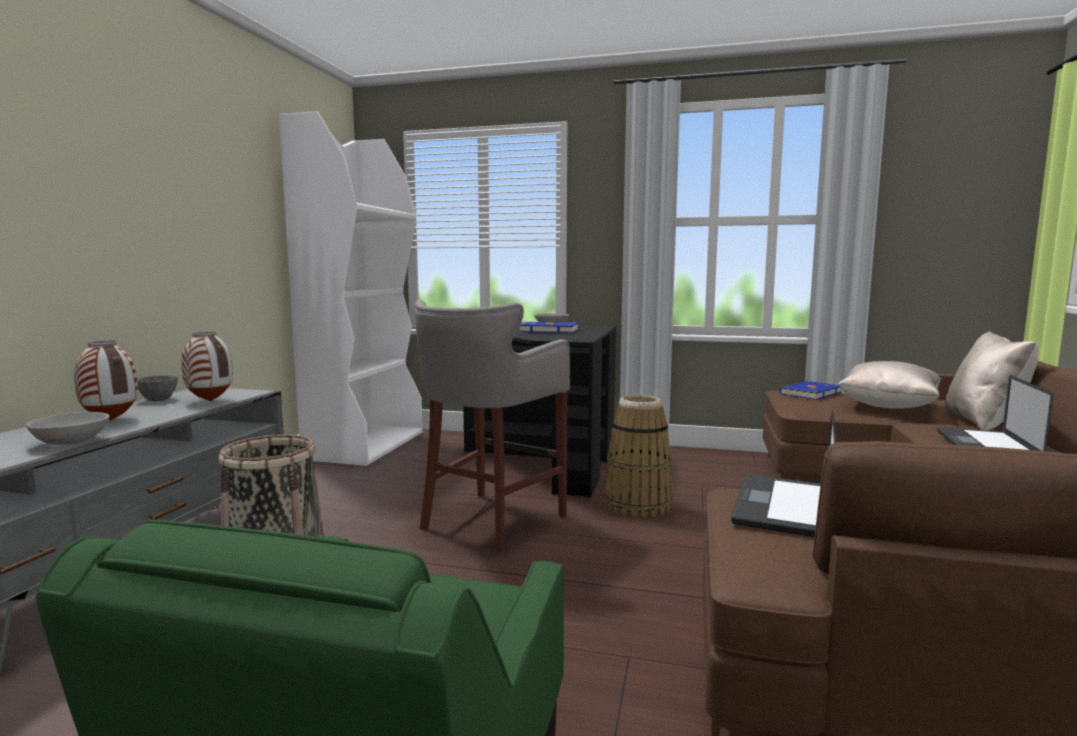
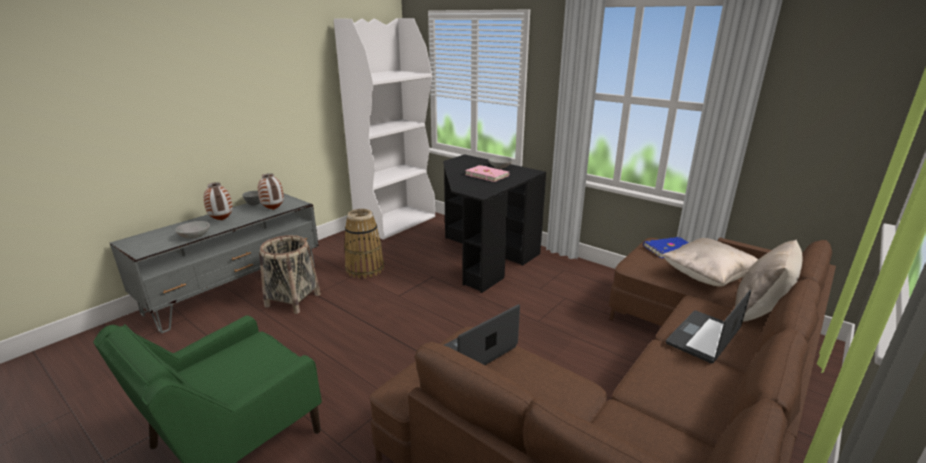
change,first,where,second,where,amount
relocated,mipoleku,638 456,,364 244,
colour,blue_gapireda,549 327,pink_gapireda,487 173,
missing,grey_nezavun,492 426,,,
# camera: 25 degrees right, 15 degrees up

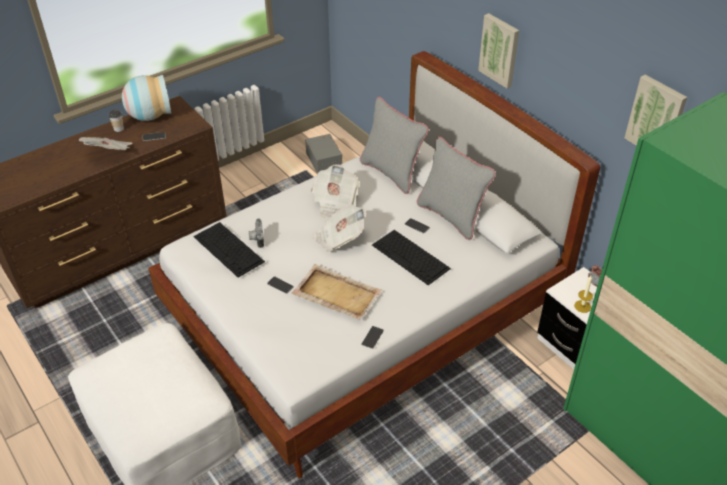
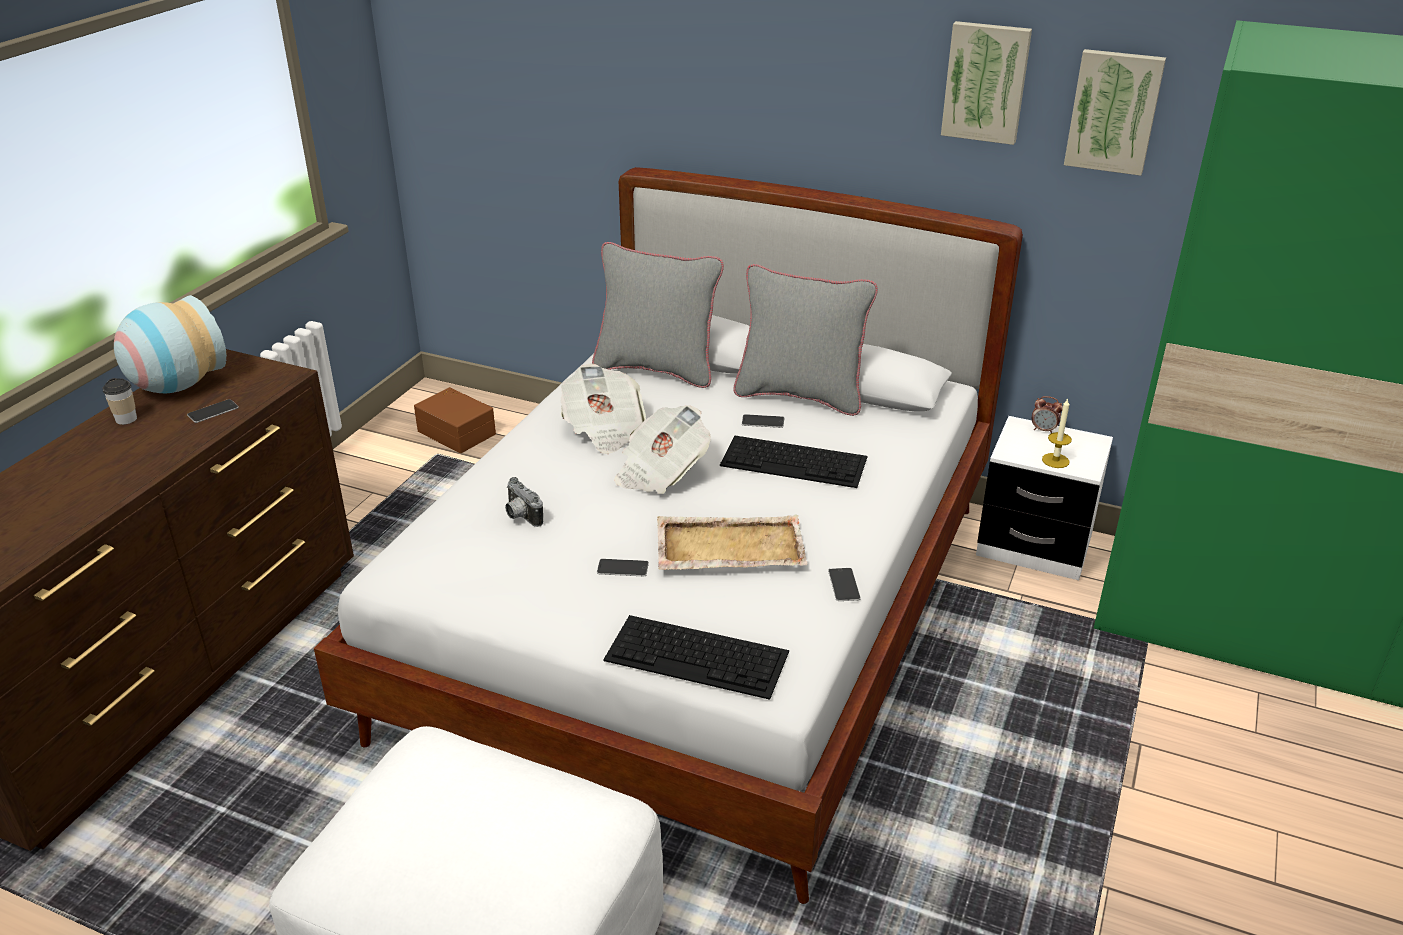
change,first,where,second,where,amount
colour,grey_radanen,323 154,brown_radanen,455 420,
relocated,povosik,229 250,,696 657,
relocated,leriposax,498 51,,986 83,
missing,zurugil,105 143,,,
# camera: 30 degrees left, 10 degrees down

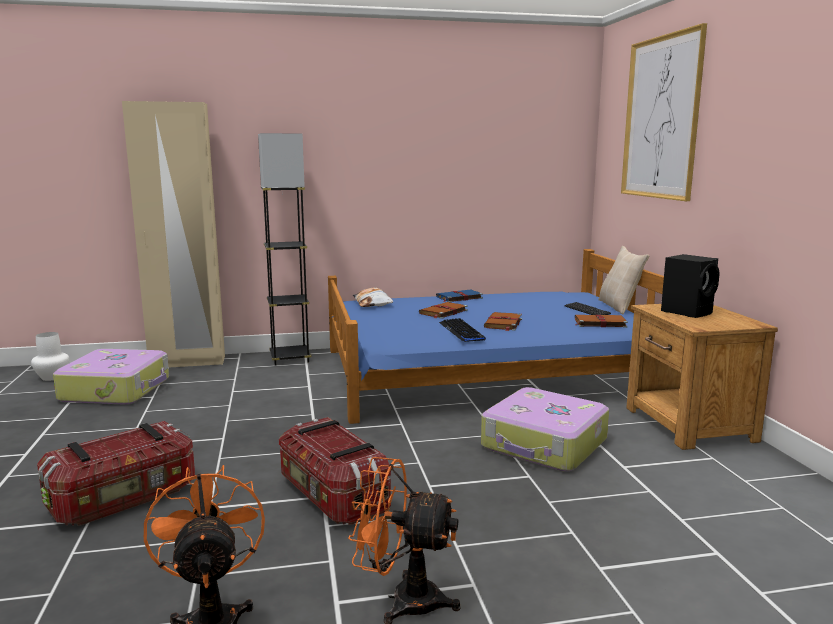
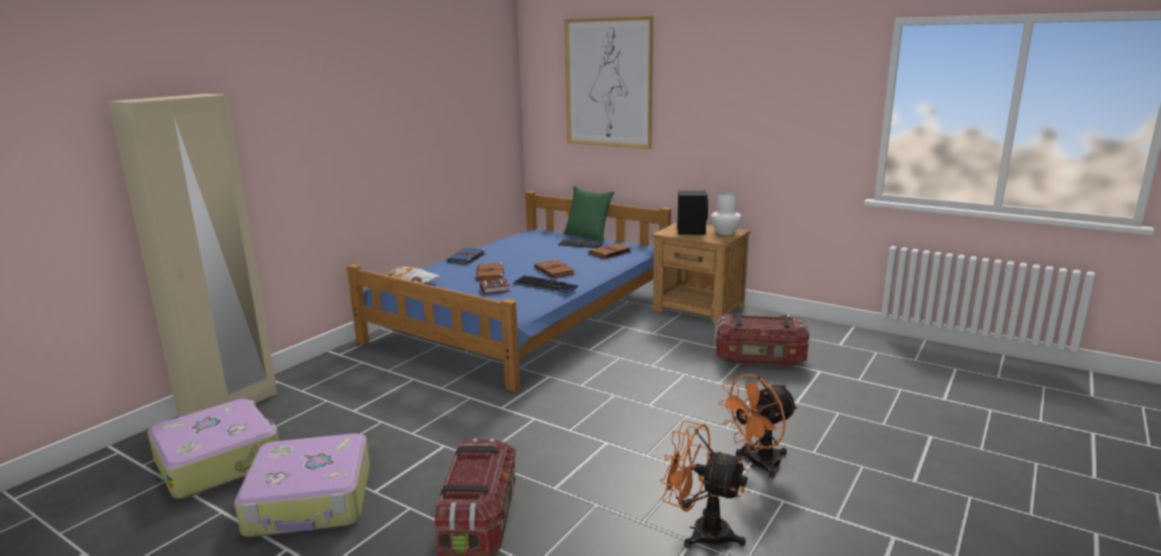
change,first,where,second,where,amount
relocated,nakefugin,545 429,,302 485,
appeared,,,gapireda,495 286,
colour,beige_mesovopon,624 280,green_mesovopon,589 214,
relocated,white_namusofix,50 356,,726 213,
relocated,radanen,335 471,,762 339,
missing,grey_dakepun,284 249,,,
# camera: 45 degrees left, 5 degrees up

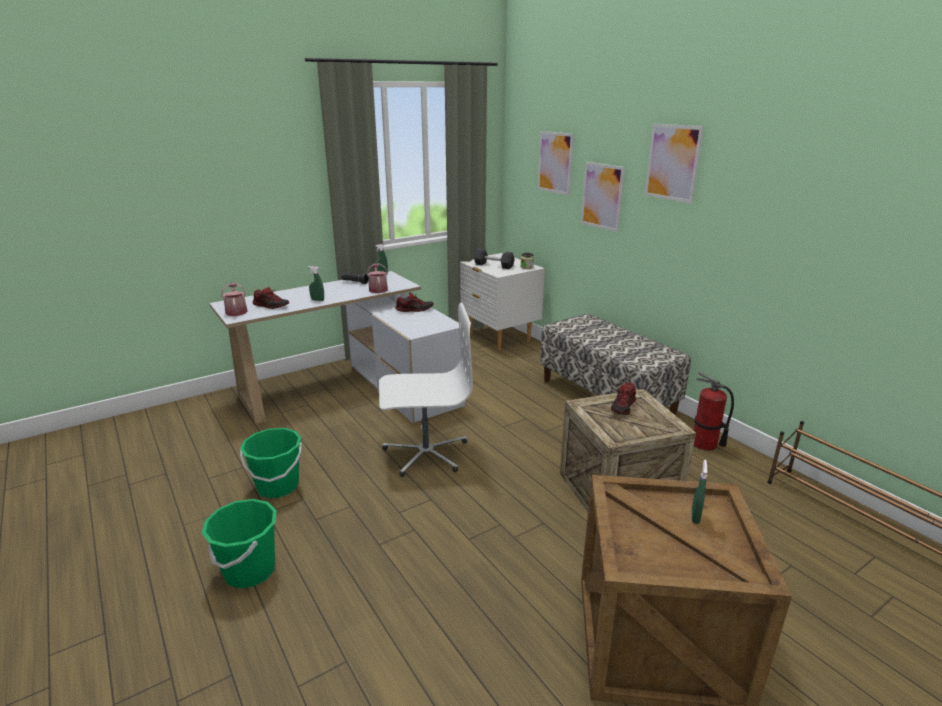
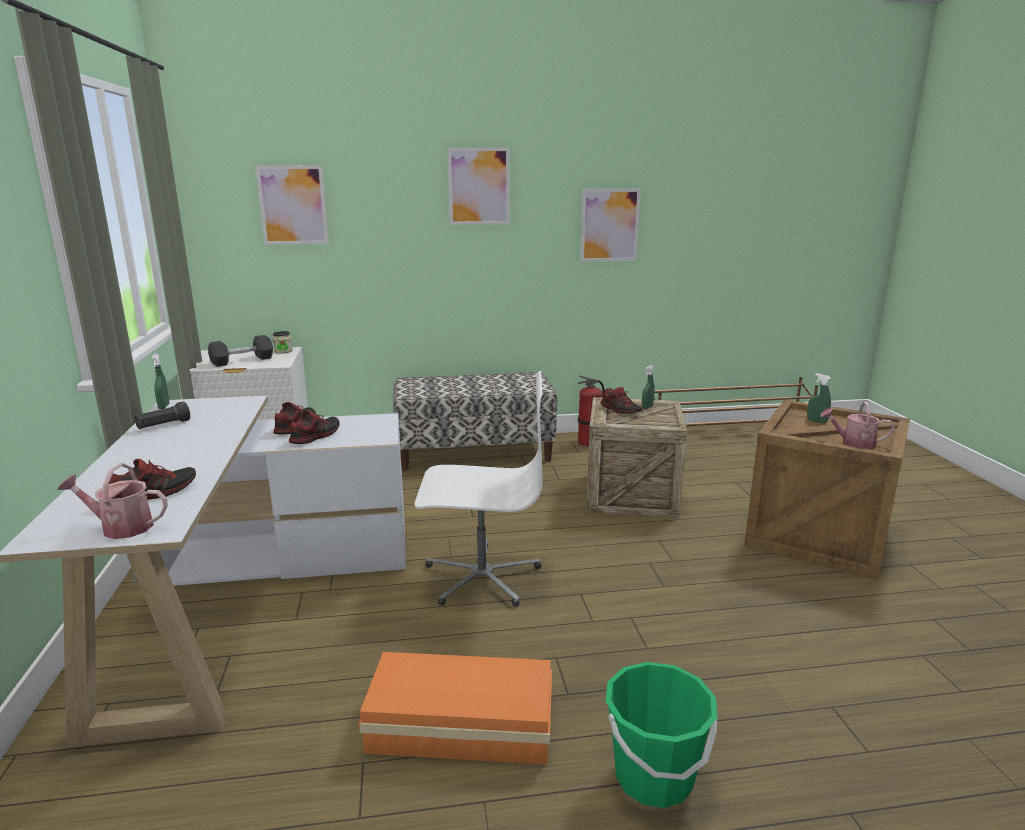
change,first,where,second,where,amount
appeared,,,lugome,314 427,
exchanged,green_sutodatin,271 463,orange_radanen,455 708,
spun,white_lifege,426 390,,478 489,75 degrees clockwise
relocated,leriposax,603 197,,610 225,
relocated,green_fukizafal,316 283,,648 387,
relocated,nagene,377 278,,857 425,
# camera: 65 degrees left, 5 degrees down

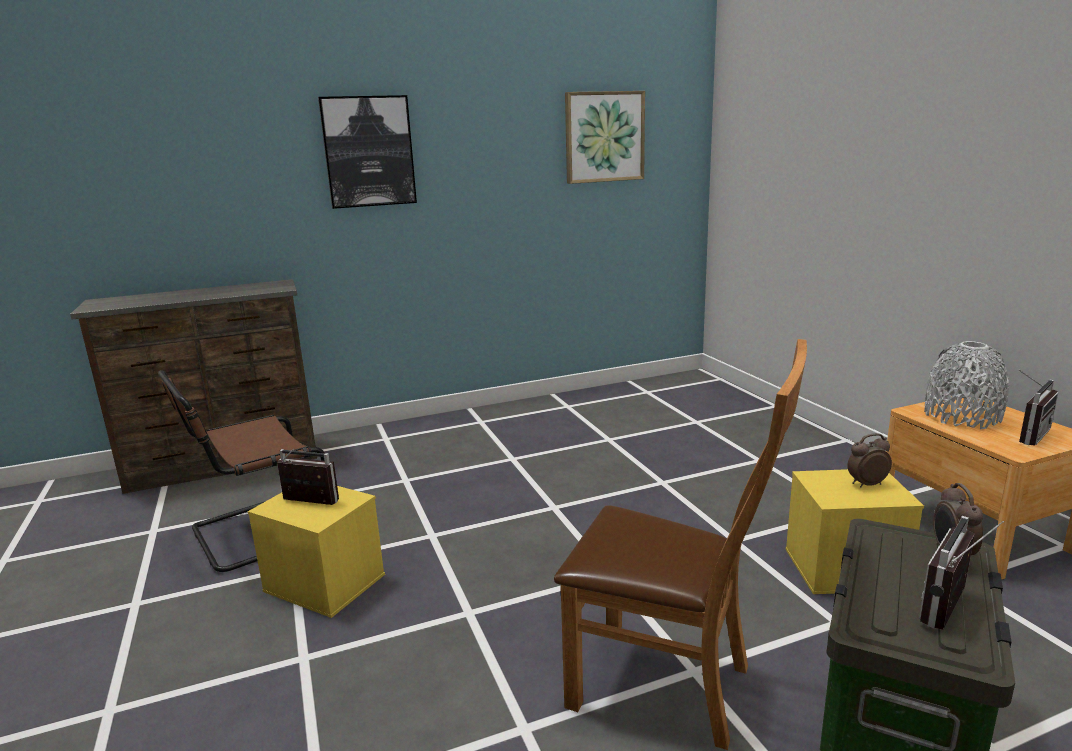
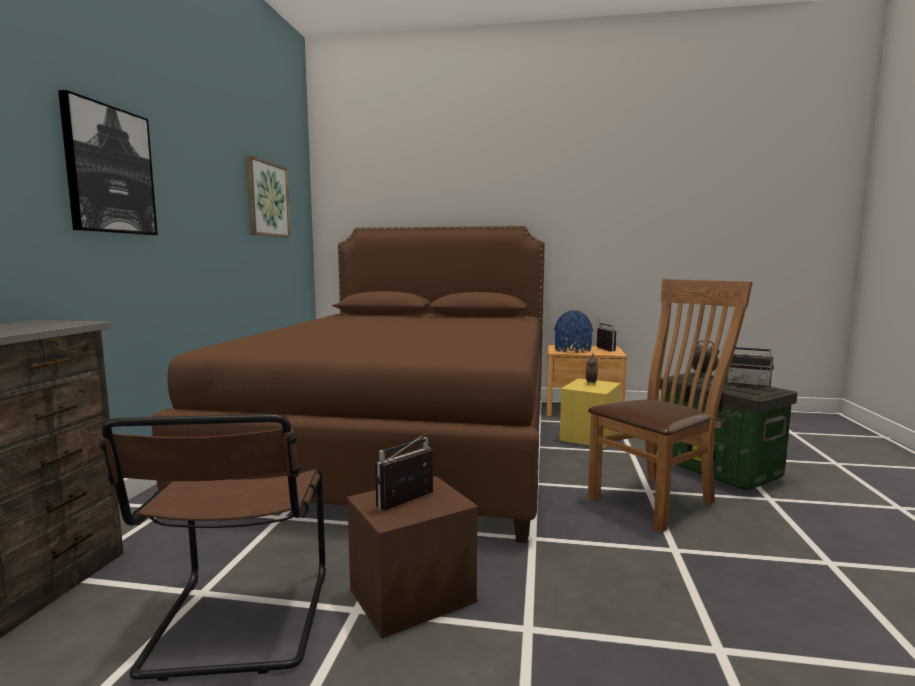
change,first,where,second,where,amount
appeared,,,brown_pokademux,348 384,
colour,yellow_radanen,316 552,brown_radanen,412 557,
colour,grey_namusofix,966 385,blue_namusofix,573 332,
spun,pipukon,961 573,,749 361,45 degrees counterclockwise
# camera: 60 degrees left, 10 degrees down

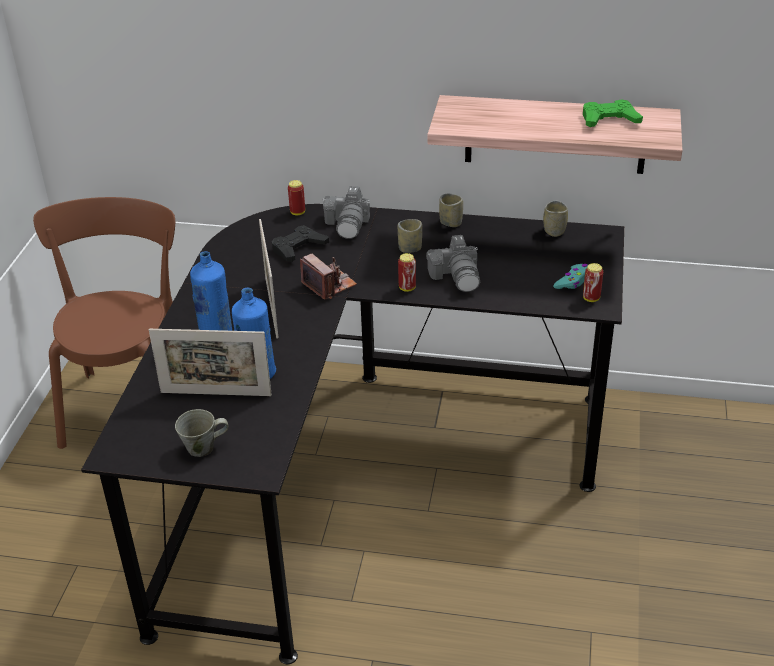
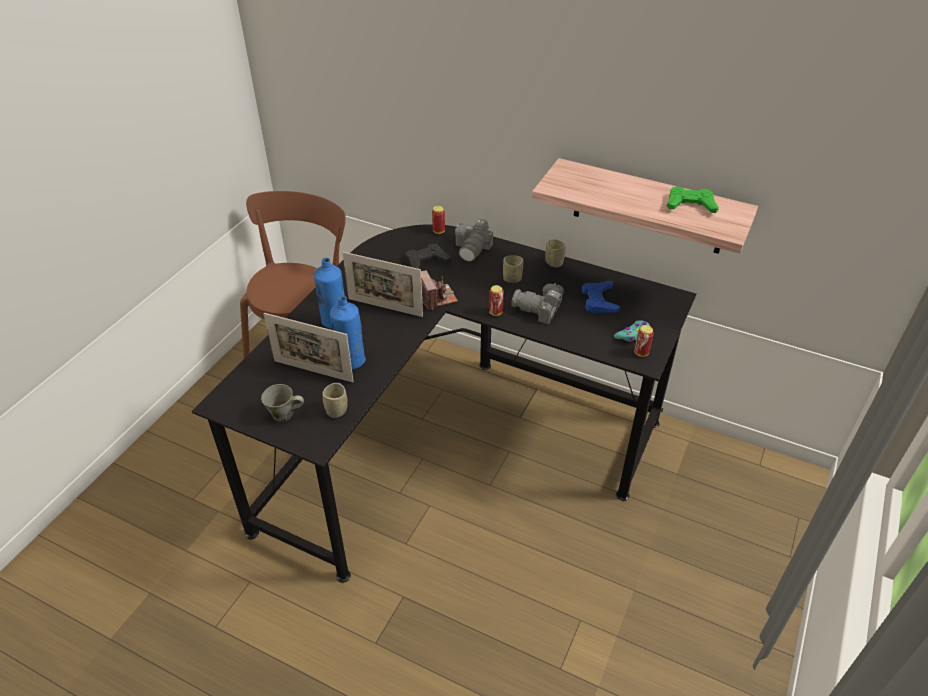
change,first,where,second,where,amount
relocated,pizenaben,555 218,,335 400,
spun,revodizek,269 278,,383 284,75 degrees counterclockwise
spun,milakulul,453 263,,537 303,105 degrees clockwise
appeared,,,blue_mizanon,601 297,
# camera: 15 degrees right, 5 degrees up

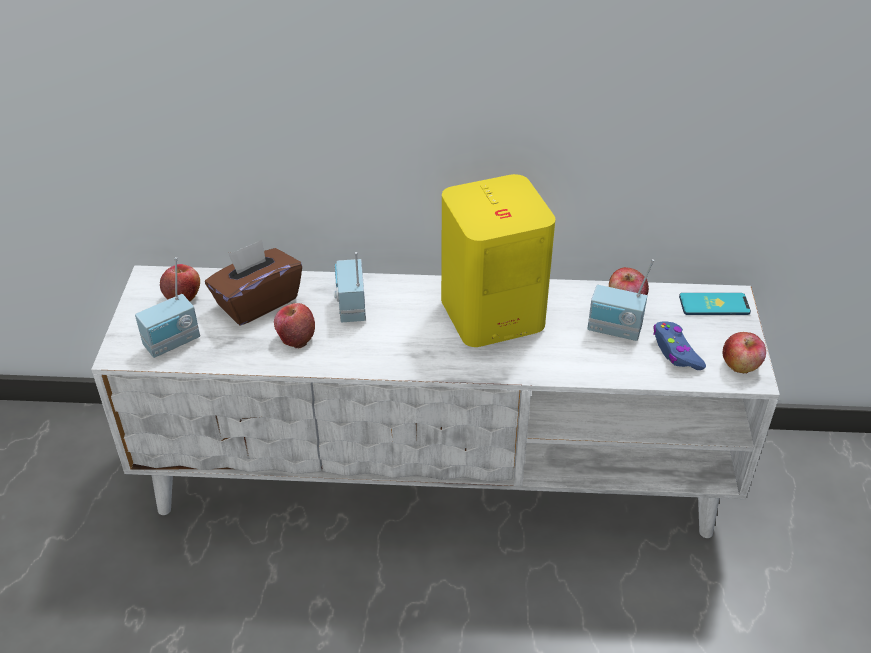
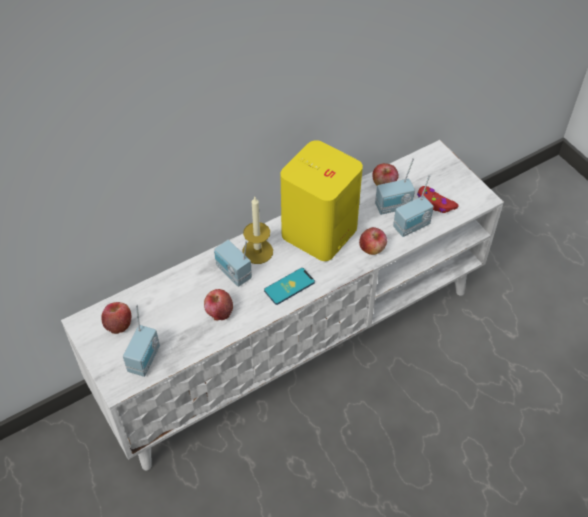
change,first,where,second,where,amount
appeared,,,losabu,257 230,
relocated,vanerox,715 304,,289 286,
relocated,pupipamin,744 352,,373 241,
appeared,,,pipukon,413 206,
colour,blue_mizanon,679 345,red_mizanon,438 199,
missing,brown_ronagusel,253 282,,,
# camera: 35 degrees left, 10 degrees up

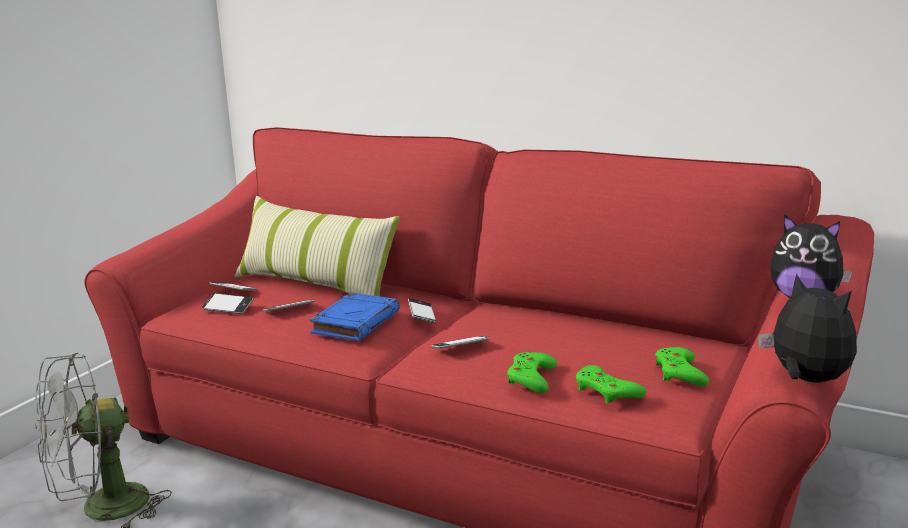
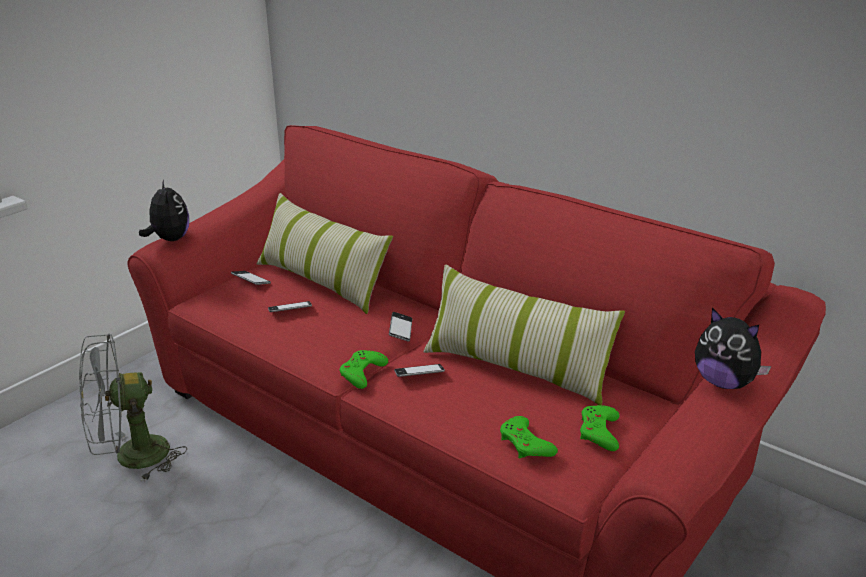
change,first,where,second,where,amount
relocated,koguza,807 328,,164 210,
relocated,green_mizanon,532 372,,364 369,
appeared,,,mesovopon,524 334,
missing,vanerox,227 303,,,
missing,blue_gapireda,355 317,,,
# camera: 10 degrees right, 10 degrees up

